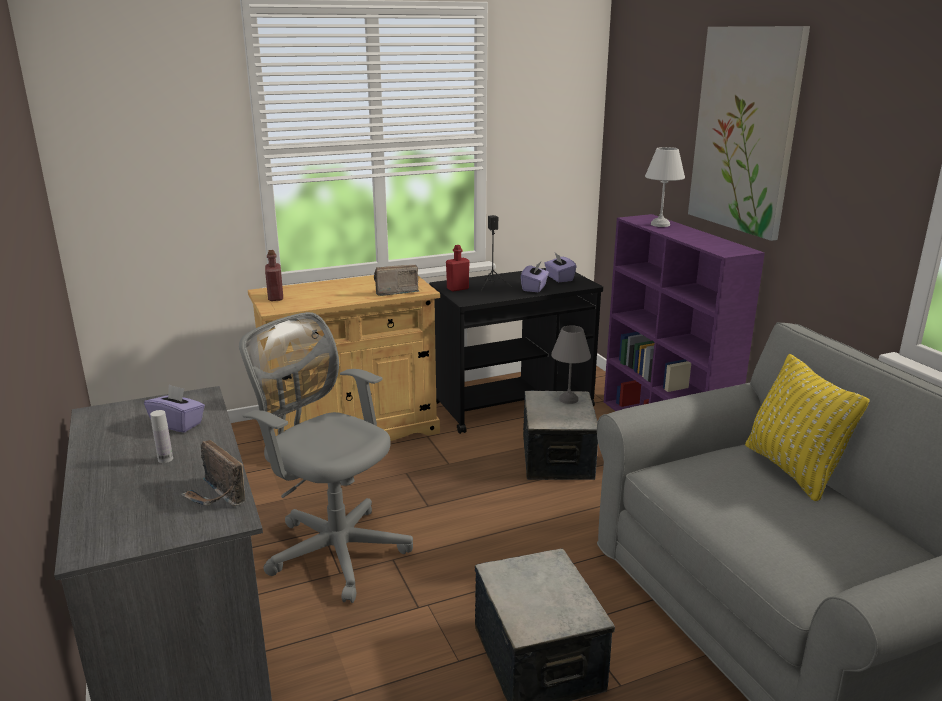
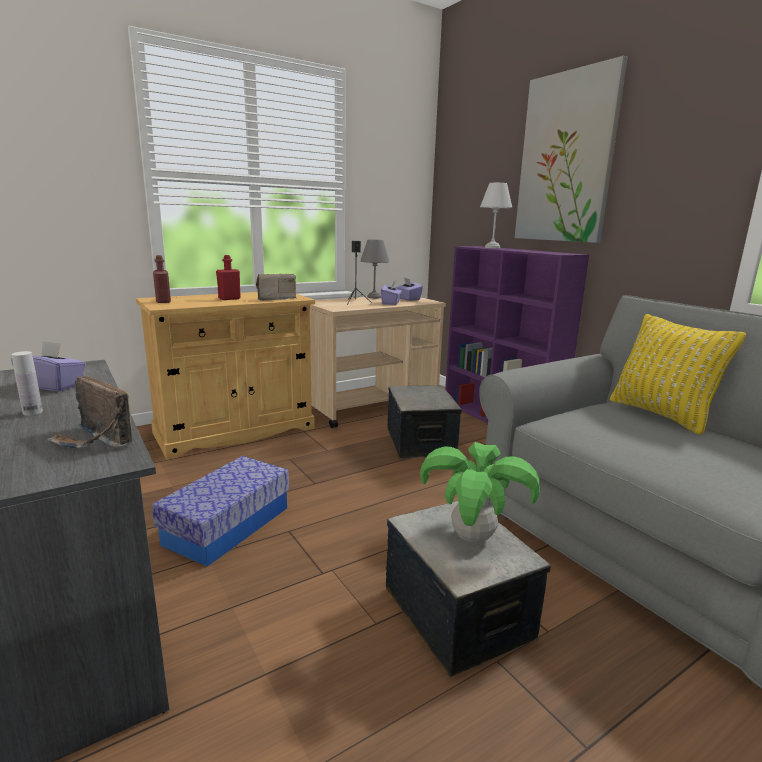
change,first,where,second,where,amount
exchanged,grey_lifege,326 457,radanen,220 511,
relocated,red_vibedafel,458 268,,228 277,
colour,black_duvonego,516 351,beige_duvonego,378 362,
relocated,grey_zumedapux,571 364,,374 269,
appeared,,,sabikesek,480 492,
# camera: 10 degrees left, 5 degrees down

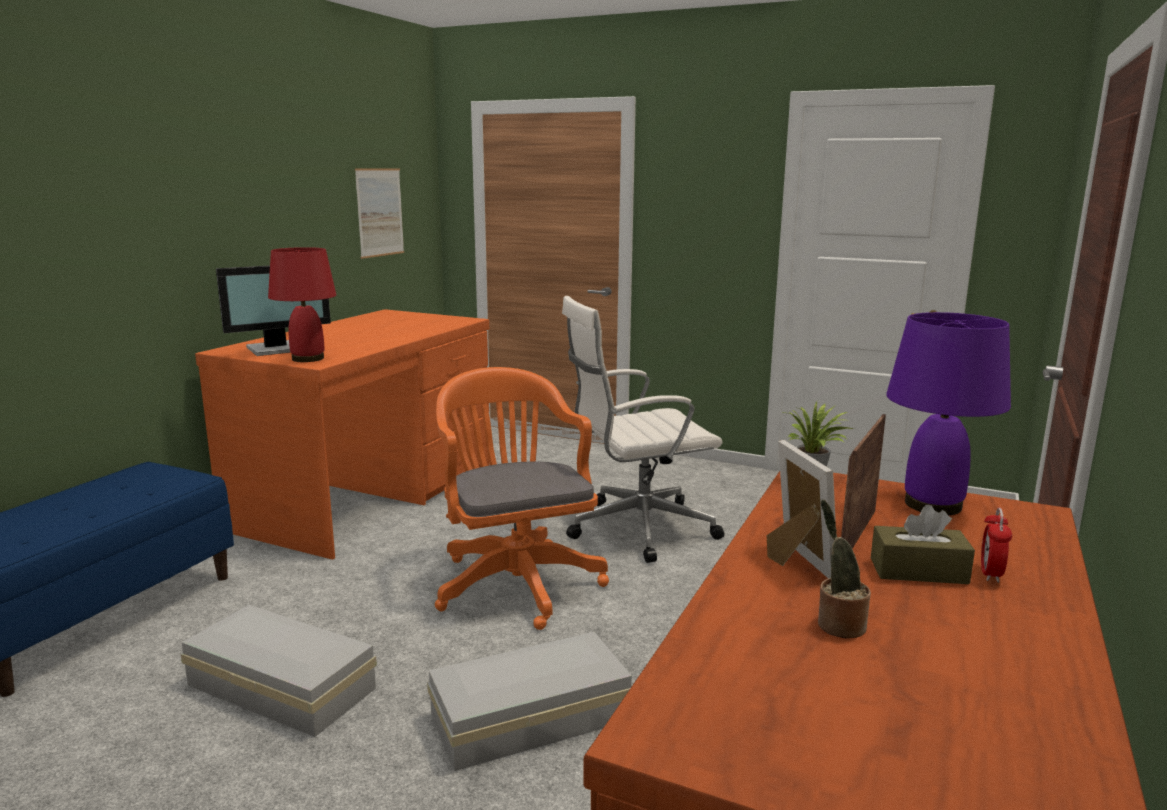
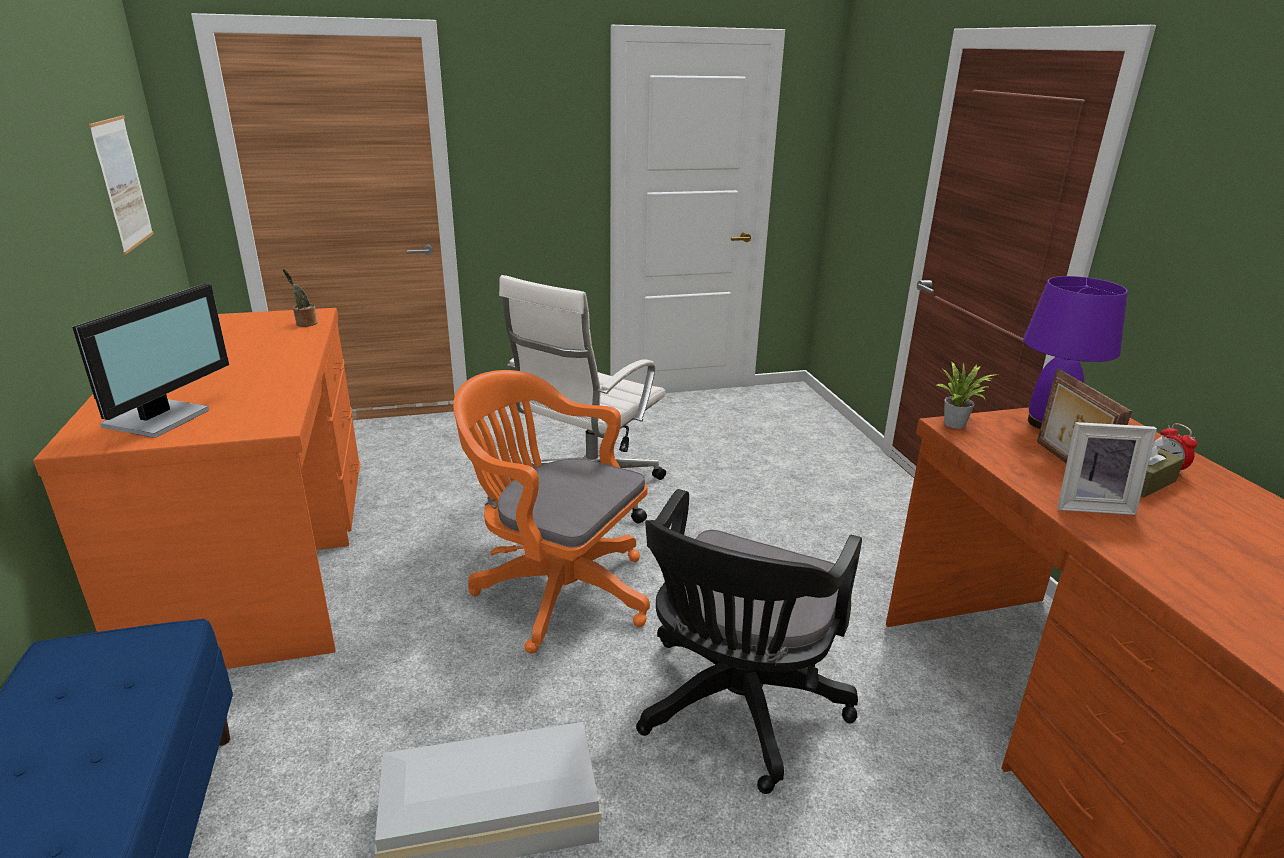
change,first,where,second,where,amount
relocated,sabikesek,844 569,,300 298,
exchanged,white_radanen,529 701,black_lifege,749 641,
spun,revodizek,801 509,,1107 468,150 degrees clockwise
missing,red_zumedapux,302 304,,,
# camera: 40 degrees left, 10 degrees up

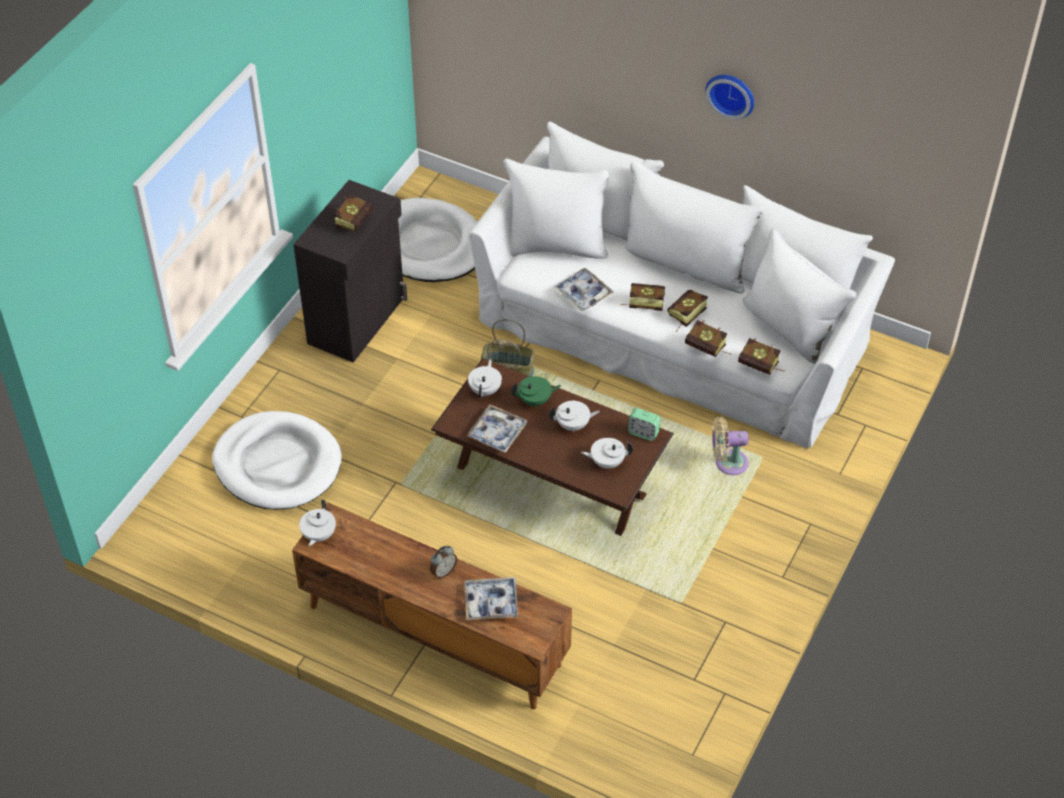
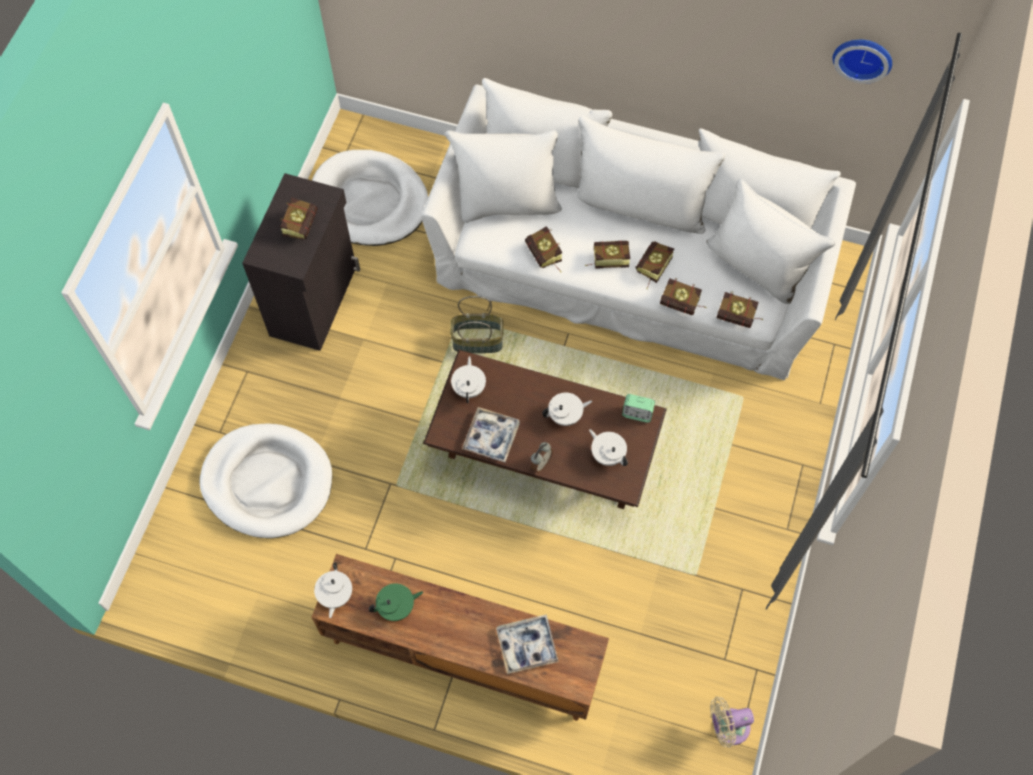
change,first,where,second,where,amount
relocated,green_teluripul,536 391,,396 602,
exchanged,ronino,584 289,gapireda,543 249,
relocated,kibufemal,443 562,,541 457,
spun,white_teluripul,607 453,,608 447,60 degrees clockwise
relocated,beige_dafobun,730 446,,732 722,
relocated,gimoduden,729 97,,862 62,
# camera: 10 degrees left, 15 degrees up

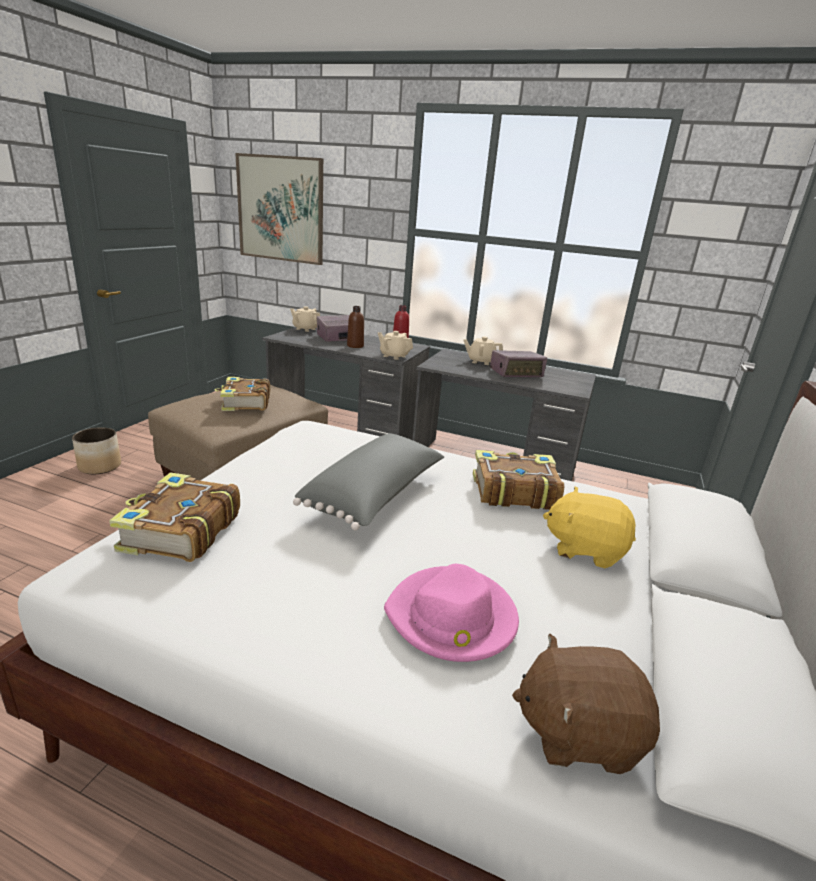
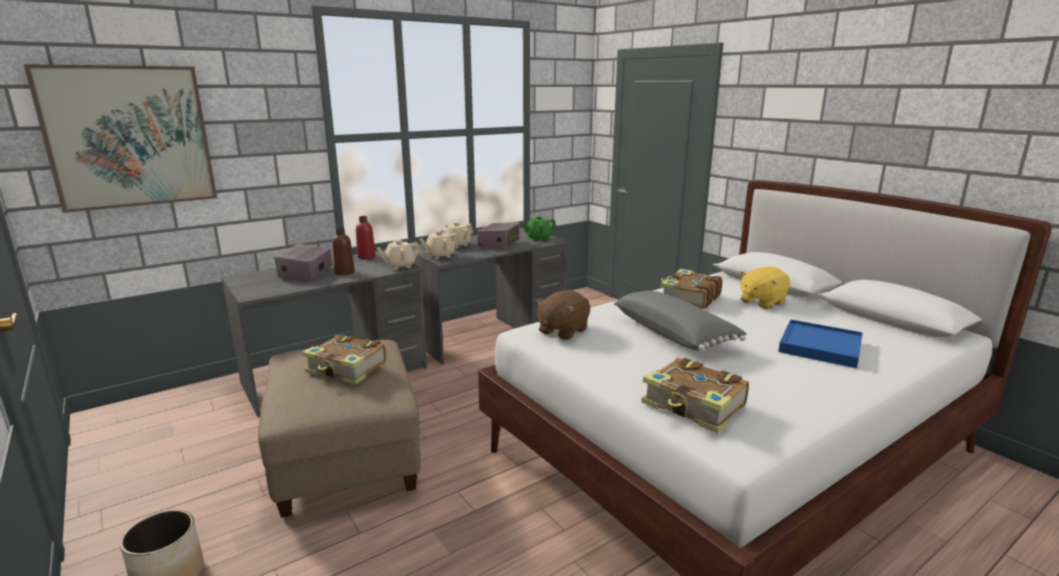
change,first,where,second,where,amount
relocated,beige_teluripul,305 319,,439 245,
appeared,,,green_teluripul,538 228,
relocated,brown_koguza,586 704,,563 315,
exchanged,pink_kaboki,451 613,blue_ronino,820 343,
# camera: 55 degrees left, 5 degrees down

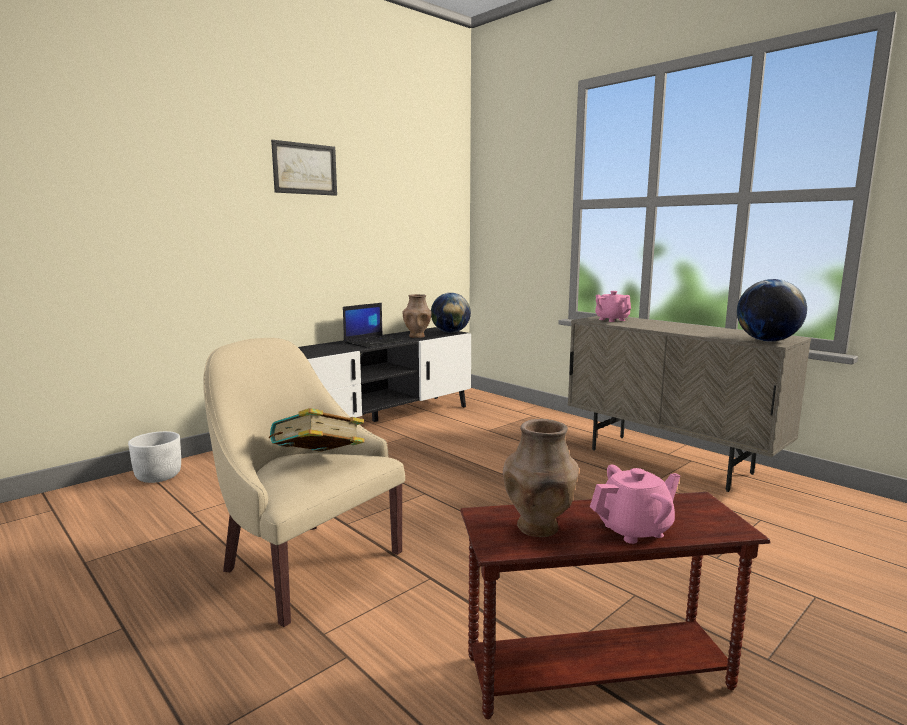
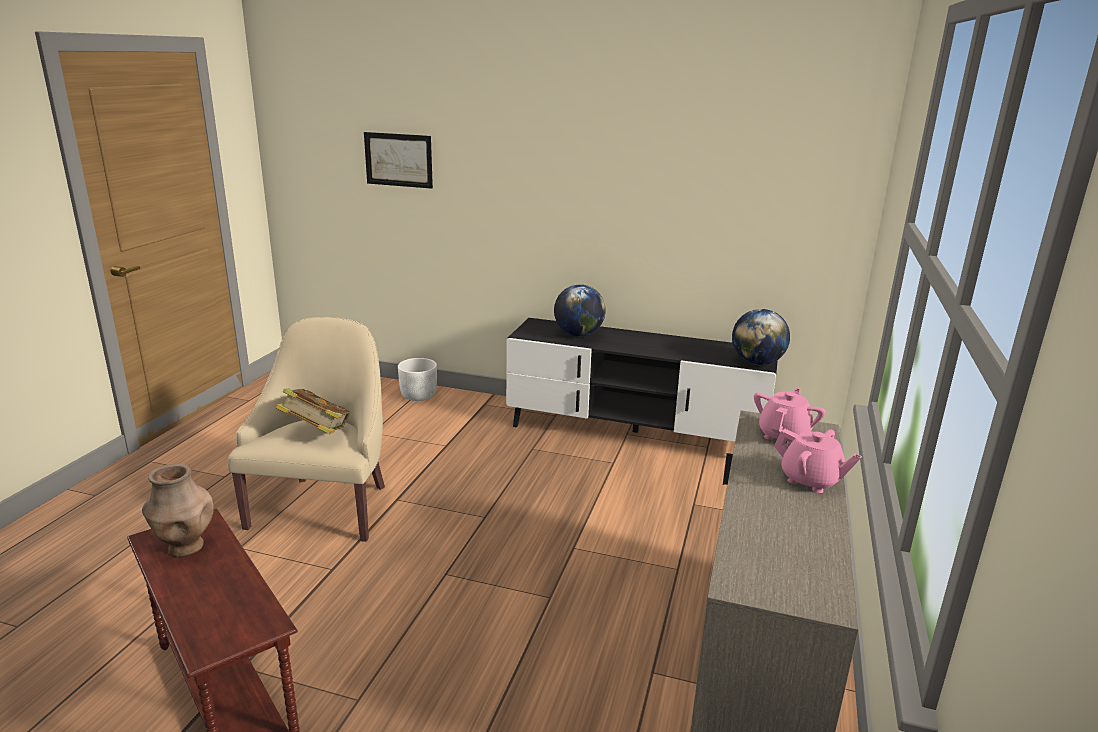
change,first,where,second,where,amount
relocated,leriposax,304 168,,398 160,
relocated,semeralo,772 310,,580 310,
relocated,pink_teluripul,635 504,,818 461,
missing,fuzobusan,373 325,,,
missing,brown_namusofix,417 316,,,
# camera: 60 degrees right, 10 degrees up

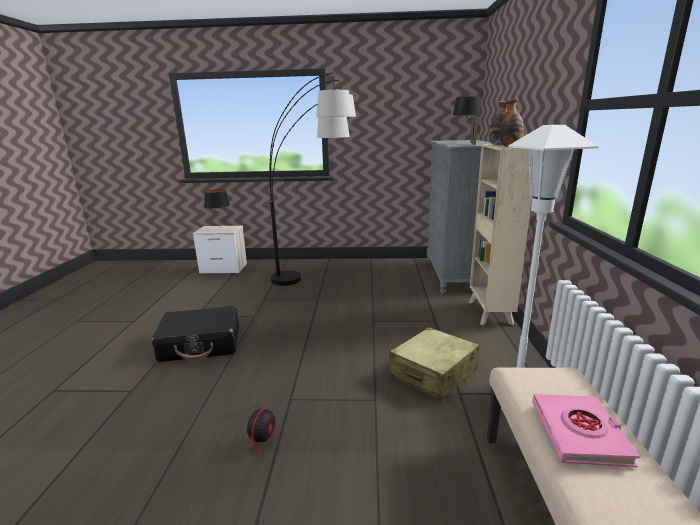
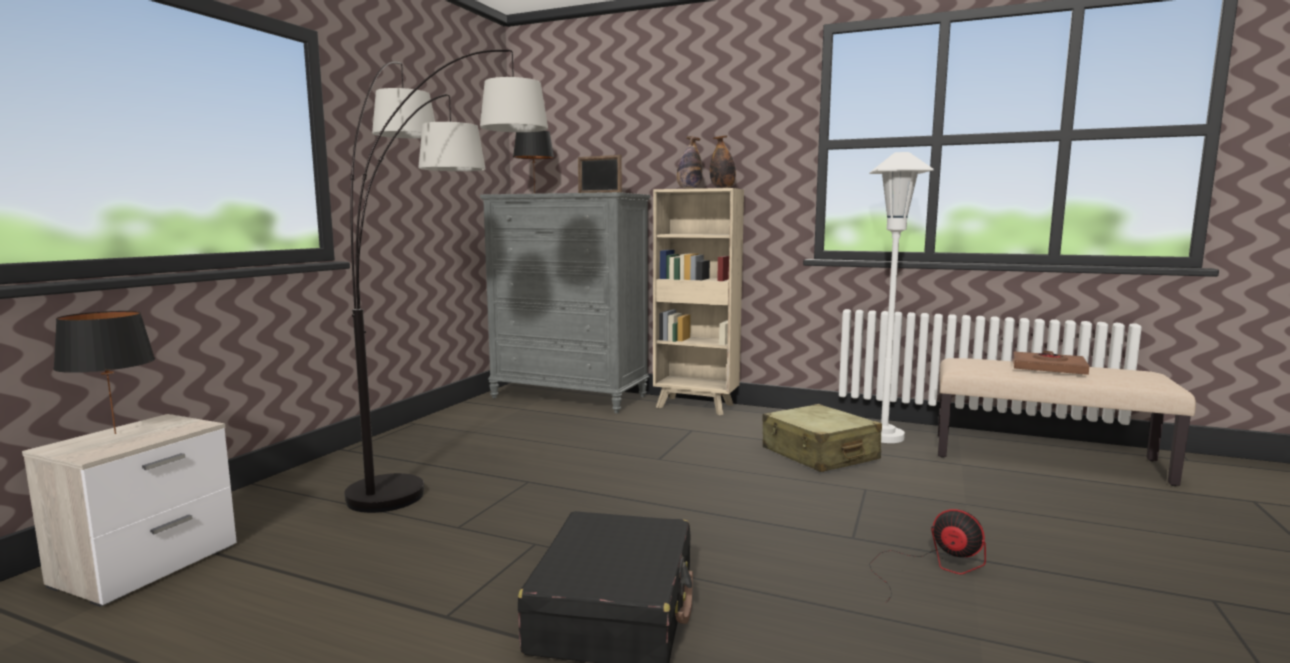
change,first,where,second,where,amount
colour,pink_gapireda,586 430,brown_gapireda,1051 363,
# camera: 70 degrees left, 10 degrees down

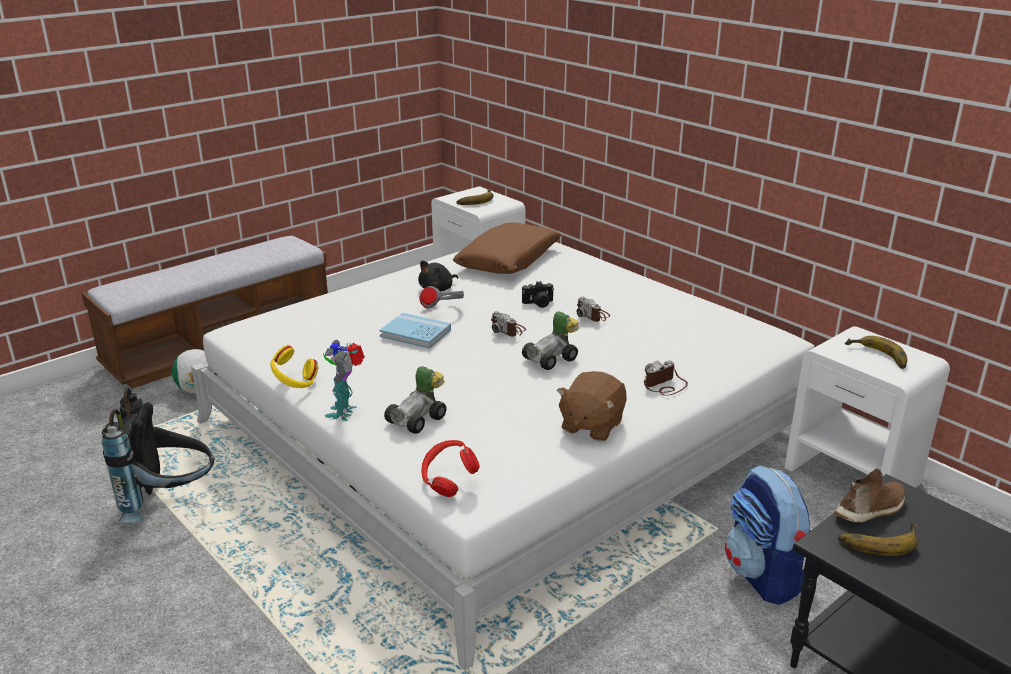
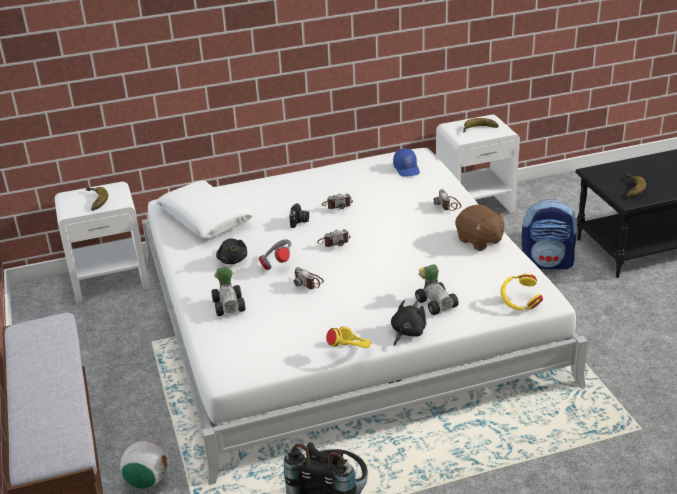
change,first,where,second,where,amount
colour,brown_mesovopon,507 248,white_mesovopon,205 209,
relocated,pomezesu,550 340,,228 291,
exchanged,blue_gapireda,415 331,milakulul,309 278,
exchanged,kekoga,344 380,black_koguza,408 323,
appeared,,,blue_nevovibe,406 163,
colour,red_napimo,450 468,yellow_napimo,521 292,
missing,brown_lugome,870 495,,,
# camera: 65 degrees left, 5 degrees up

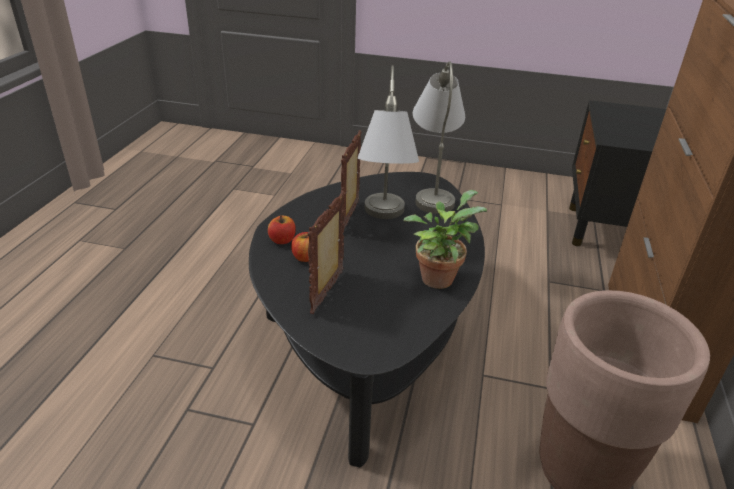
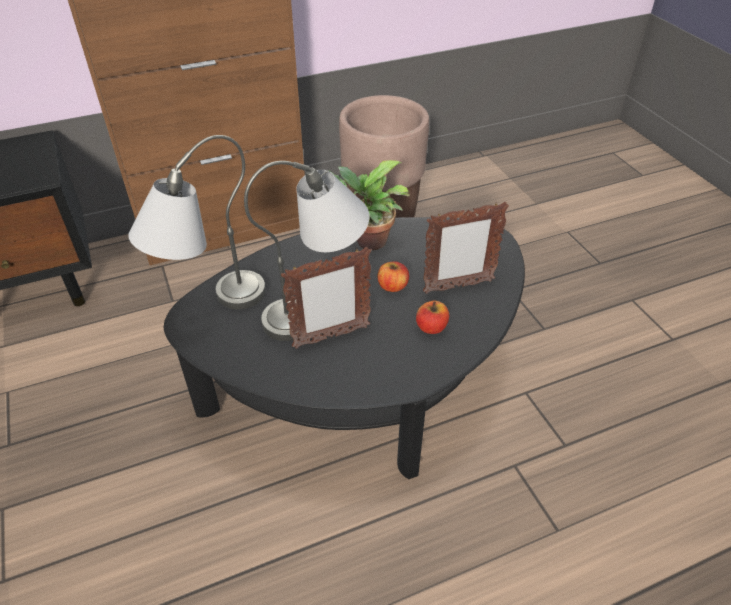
change,first,where,second,where,amount
relocated,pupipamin,282 229,,393 276,
# camera: 125 degrees left, 10 degrees up

